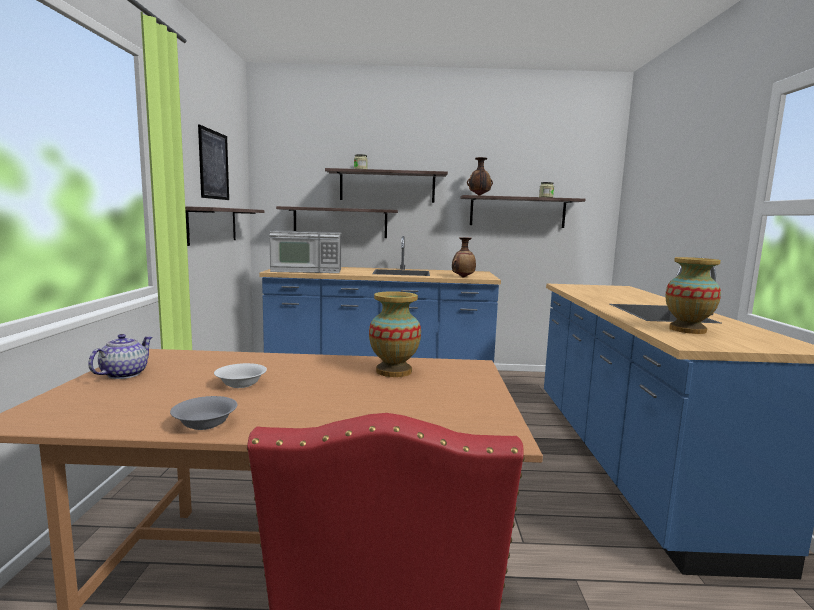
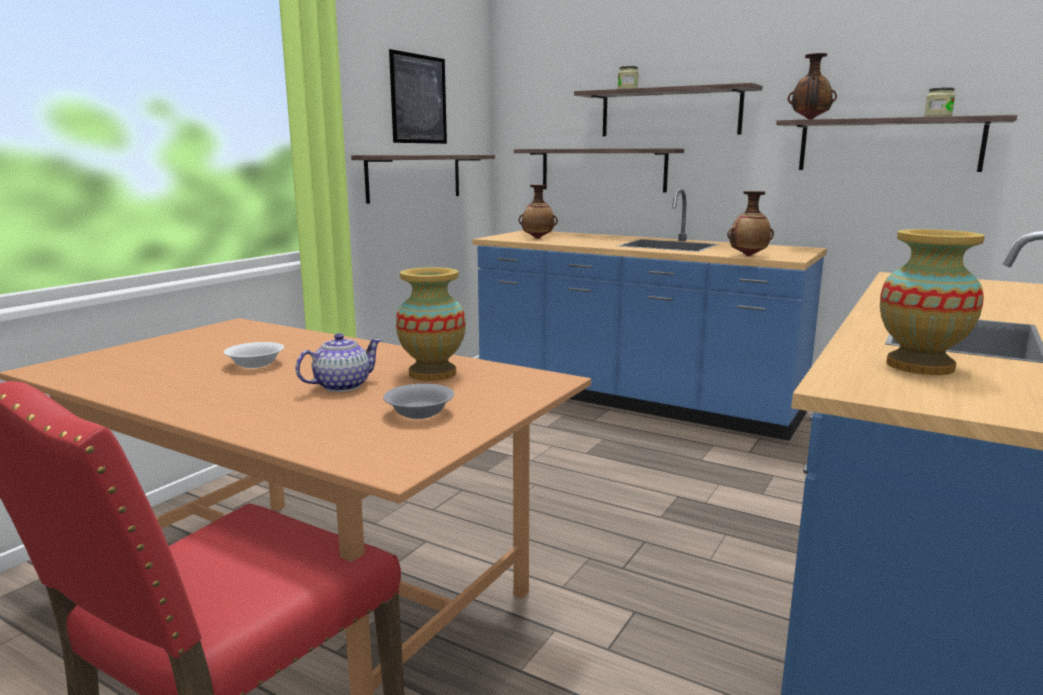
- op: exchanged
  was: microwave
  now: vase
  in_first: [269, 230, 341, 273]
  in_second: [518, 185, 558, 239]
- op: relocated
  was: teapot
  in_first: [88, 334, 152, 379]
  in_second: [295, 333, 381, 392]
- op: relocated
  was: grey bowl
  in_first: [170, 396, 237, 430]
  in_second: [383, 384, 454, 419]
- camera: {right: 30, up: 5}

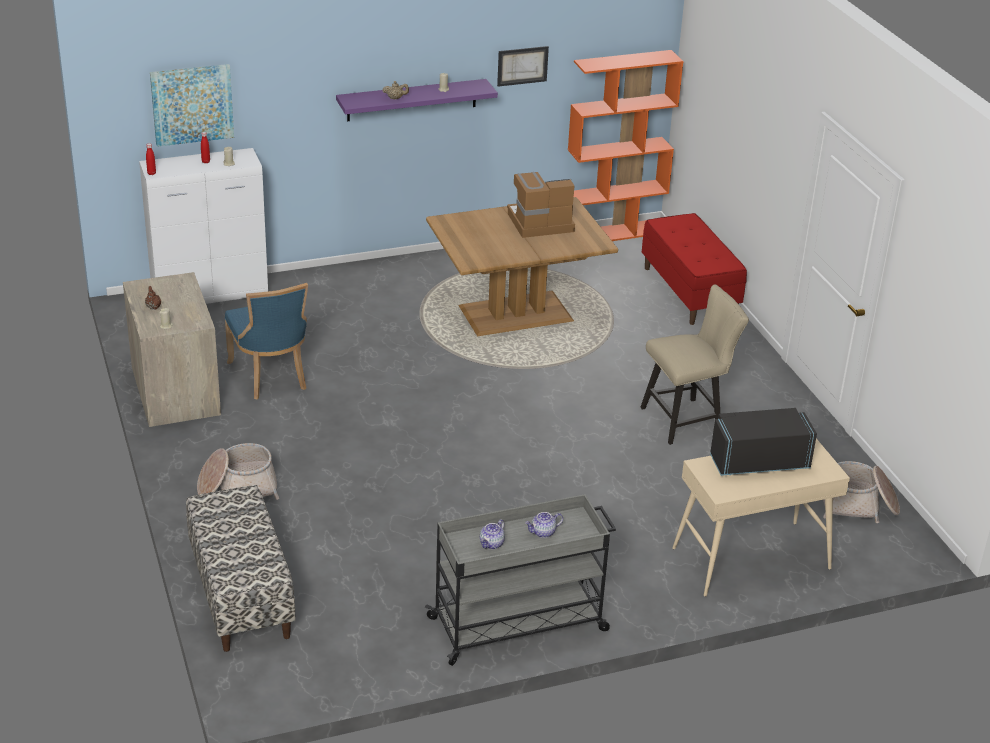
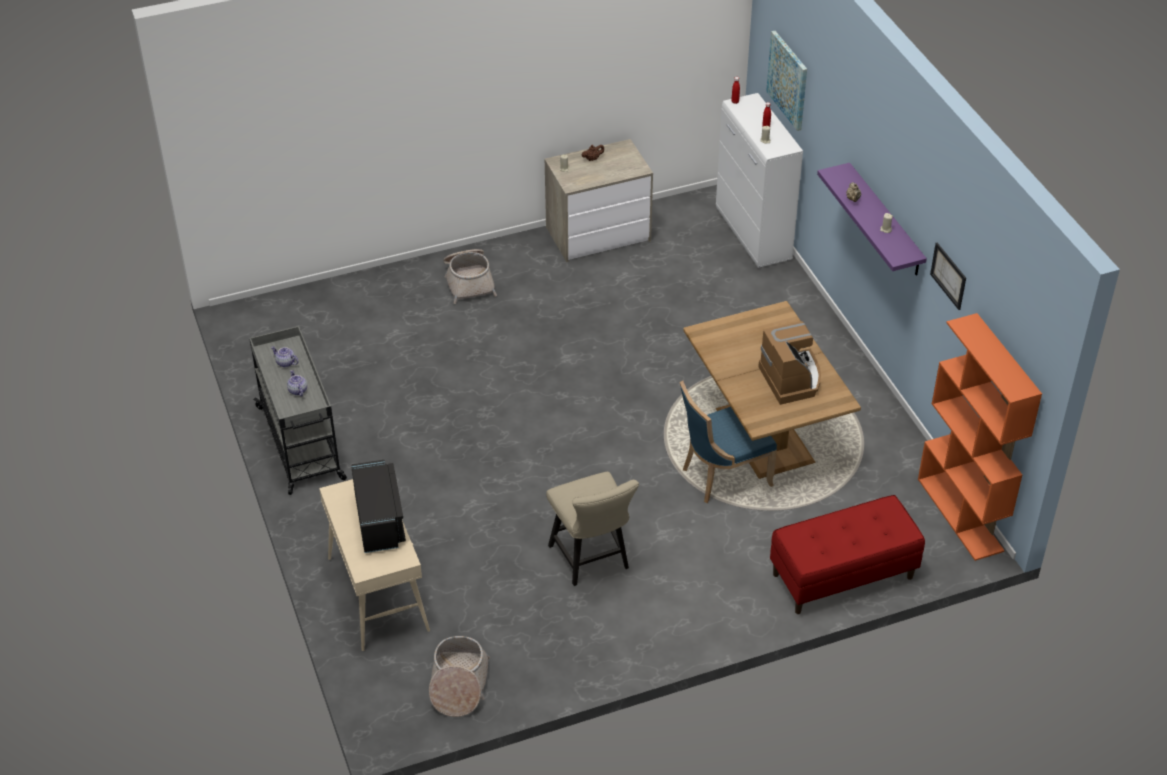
- op: relocated
  was: blue chair
  in_first: [225, 283, 308, 400]
  in_second: [680, 381, 777, 503]
- op: missing
  was: bench
  in_first: [186, 485, 295, 652]
- camera: {right: 90, up: 10}

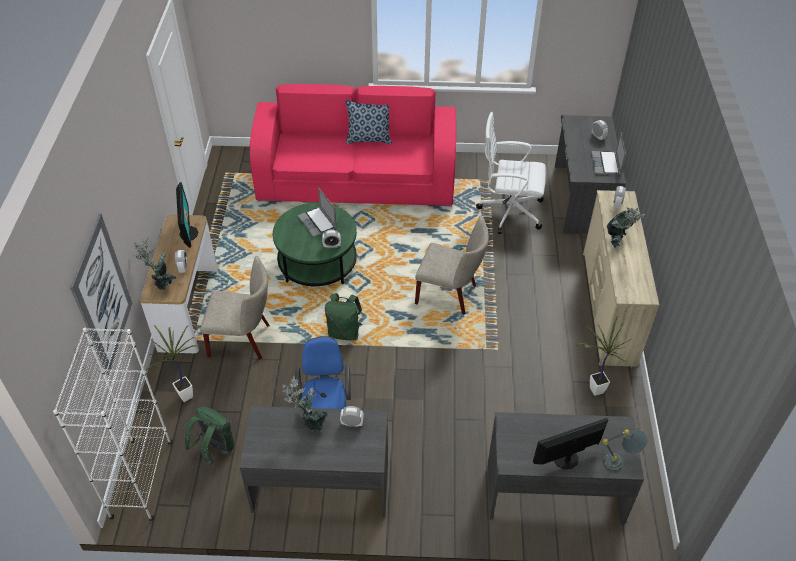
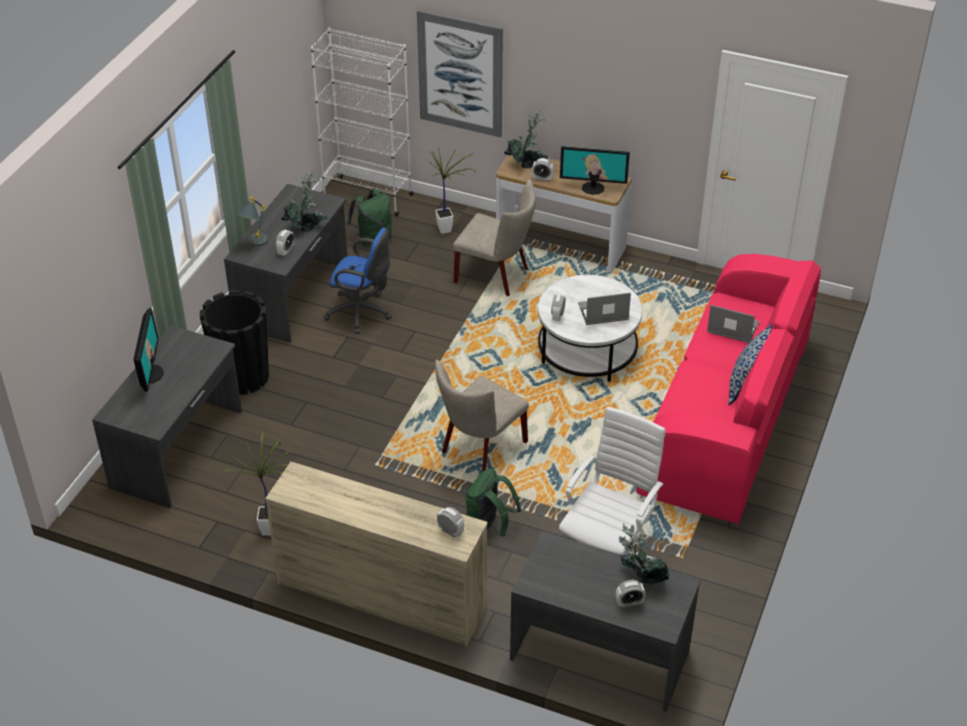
- op: relocated
  was: laptop
  in_first: [591, 133, 626, 175]
  in_second: [707, 305, 759, 343]
- op: colour
  was: green coffee table
  now: white coffee table
  in_first: [273, 203, 357, 286]
  in_second: [538, 275, 643, 382]
- op: relocated
  was: potted plant
  in_first: [606, 207, 646, 248]
  in_second: [618, 523, 669, 585]
- op: spun
  was: beige chair
  in_first: [200, 256, 270, 360]
  in_second: [453, 179, 536, 296]
  clockwise: -90
- op: relocated
  was: green backpack
  in_first: [325, 293, 362, 341]
  in_second: [465, 468, 521, 537]
- op: relocated
  was: grey table lamp
  in_first: [603, 429, 648, 471]
  in_second: [235, 196, 268, 246]
- op: appeared
  now: black planter
  in_second: [200, 290, 269, 395]
- camera: {right: 110, up: -5}

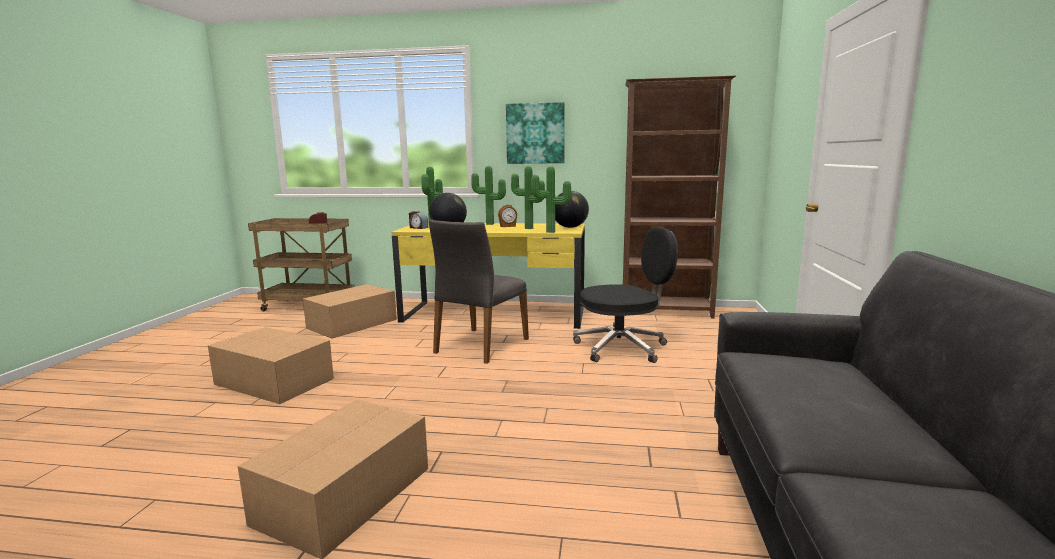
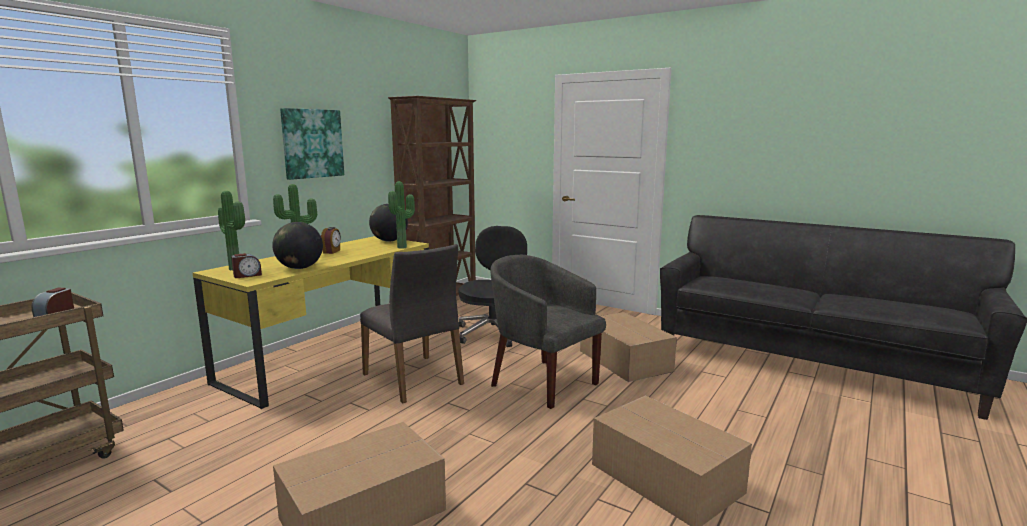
- op: missing
  was: potted plant
  in_first: [511, 166, 545, 229]
- op: relocated
  was: cardboard box
  in_first: [303, 284, 397, 339]
  in_second: [580, 312, 677, 382]
- op: appeared
  now: grey armchair
  in_second: [490, 255, 606, 409]
- camera: {right: -65, up: 0}

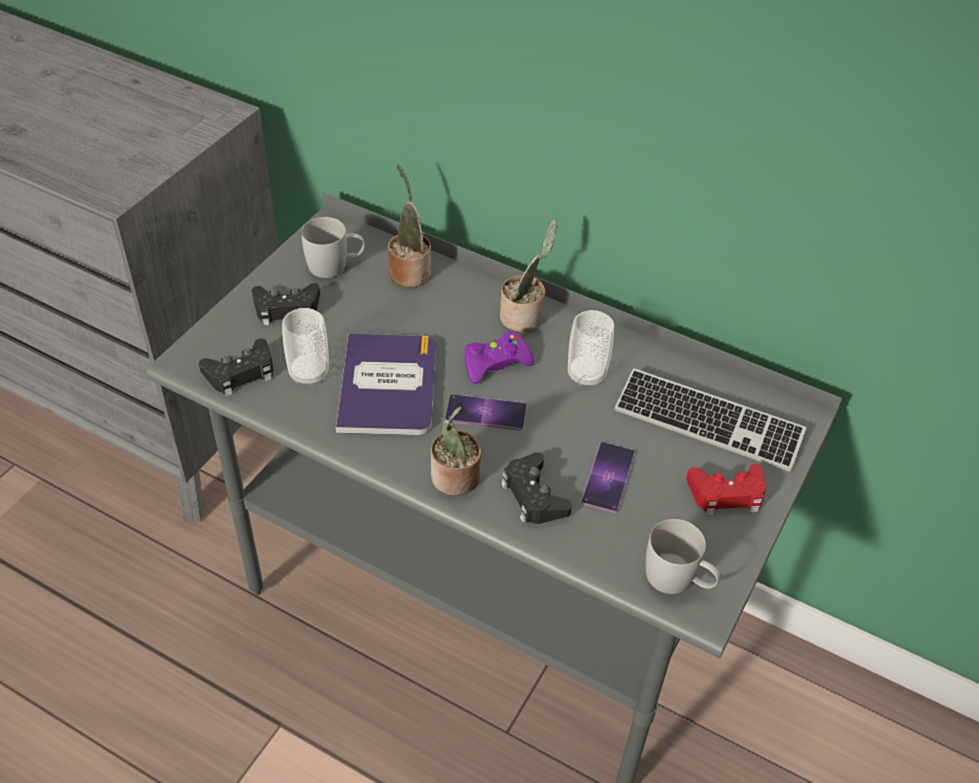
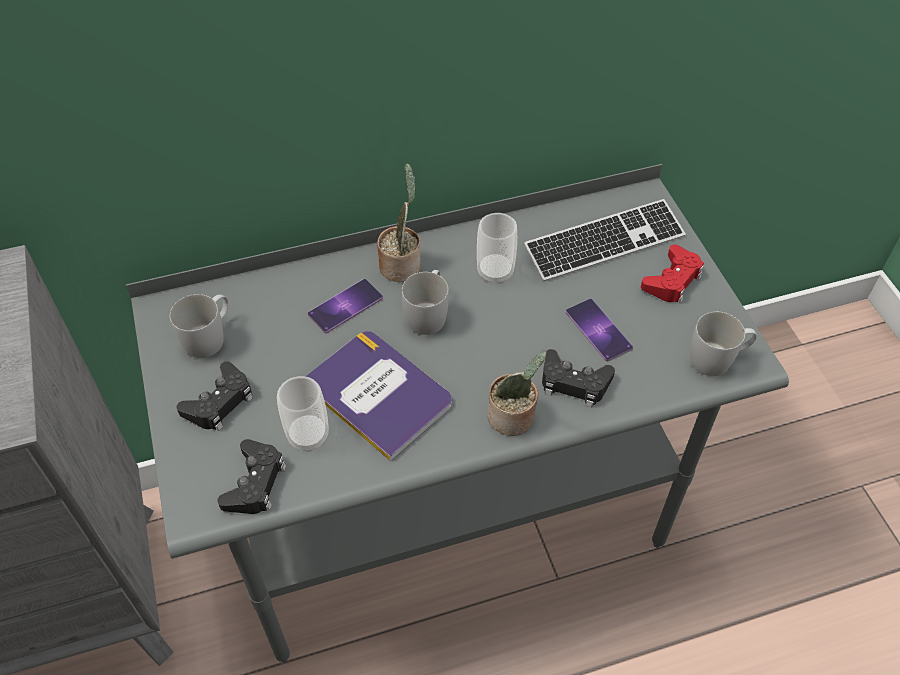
- op: missing
  was: potted plant
  in_first: [388, 164, 431, 287]
- op: exchanged
  was: purple game controller
  now: white mug
  in_first: [465, 331, 535, 384]
  in_second: [402, 270, 449, 335]
- op: relocated
  was: phone
  in_first: [445, 394, 527, 431]
  in_second: [308, 279, 383, 334]
- camera: {right: -45, up: 5}

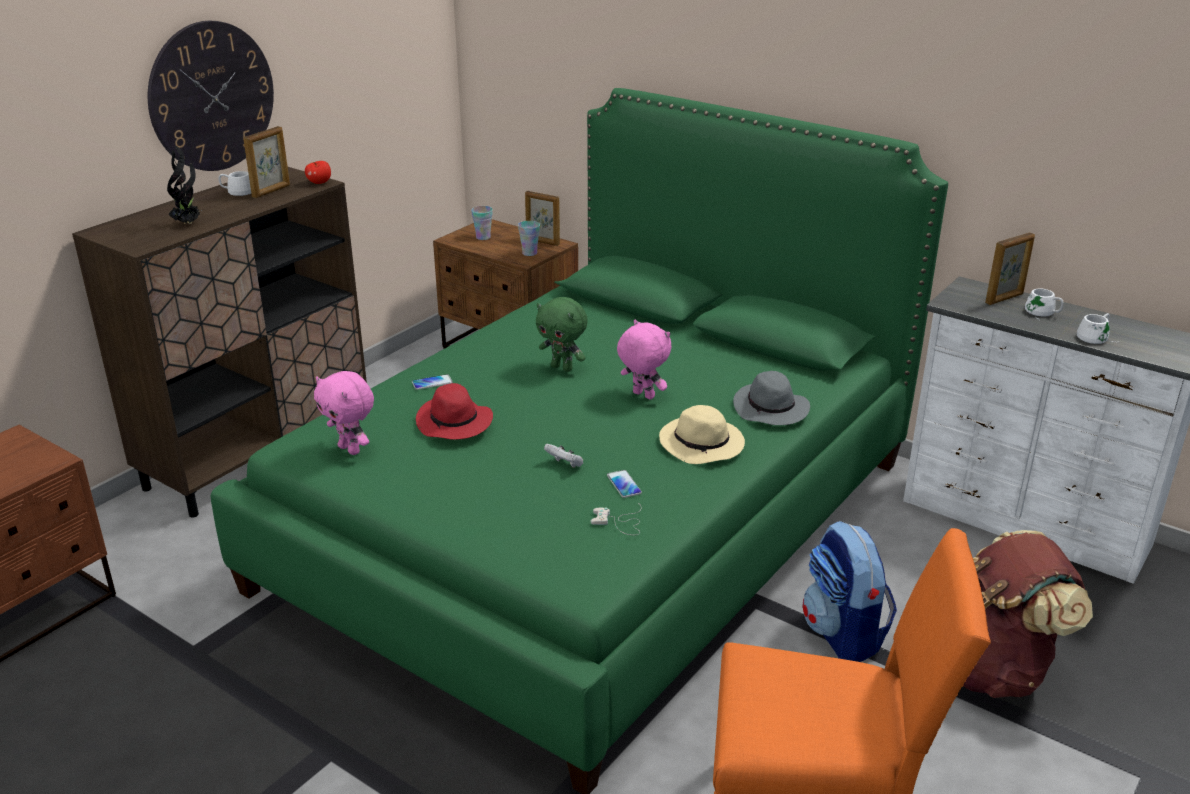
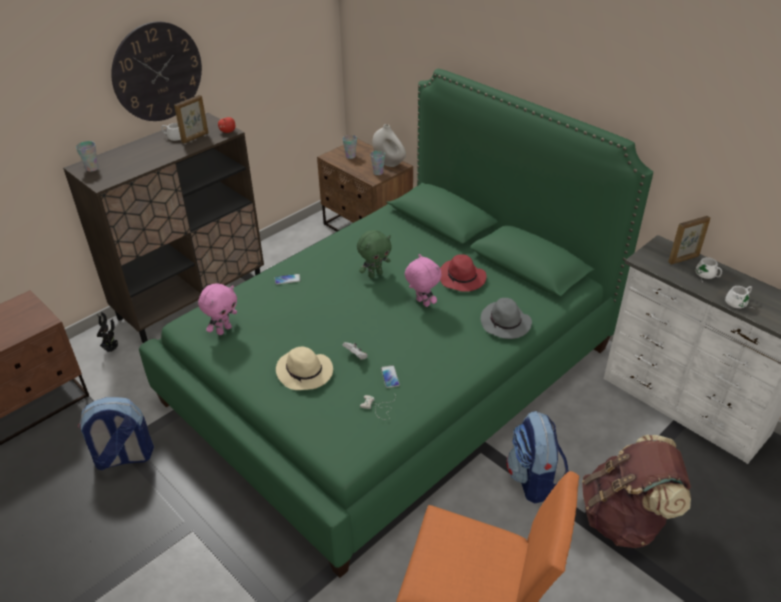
- op: relocated
  was: potted plant
  in_first: [167, 145, 202, 224]
  in_second: [97, 312, 118, 352]
- op: exchanged
  was: picture frame
  now: white vase
  in_first: [525, 191, 560, 246]
  in_second: [372, 124, 406, 167]
- op: spun
  was: green plush toy
  in_first: [536, 297, 588, 372]
  in_second: [357, 230, 392, 278]
  clockwise: -75
- op: spun
  was: pink plush toy
  in_first: [314, 371, 374, 455]
  in_second: [198, 283, 237, 335]
  clockwise: -105
- op: relocated
  was: red hat
  in_first: [416, 383, 493, 440]
  in_second: [440, 254, 487, 292]
- op: relocated
  was: beige hat
  in_first: [659, 405, 745, 464]
  in_second: [276, 347, 333, 390]
- op: appeared
  now: cup
  in_second: [76, 141, 99, 172]
- op: appeared
  now: backpack
  in_second: [78, 397, 154, 470]
- camera: {right: 10, up: 10}

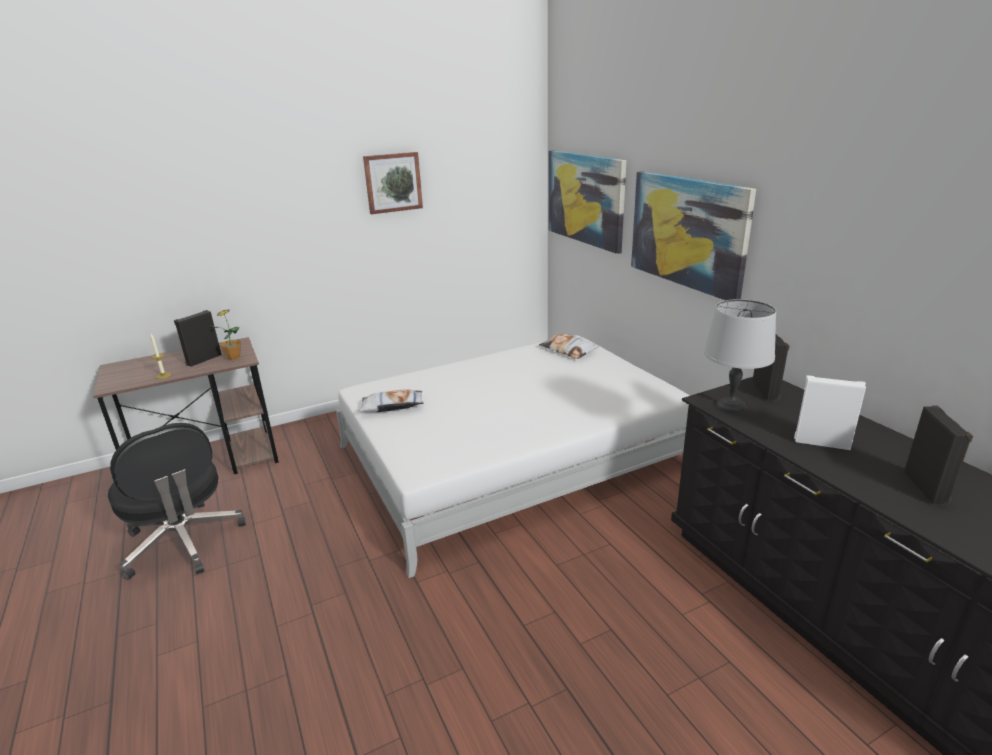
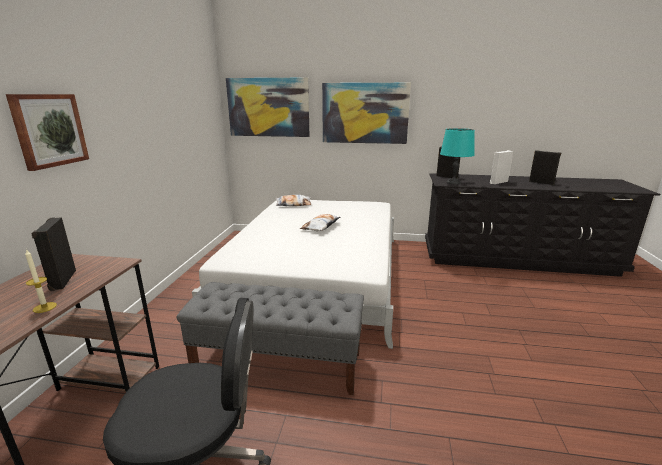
- op: relocated
  was: picture
  in_first: [363, 152, 423, 214]
  in_second: [6, 94, 89, 171]
- op: colour
  was: grey table lamp
  now: turquoise table lamp
  in_first: [704, 299, 776, 413]
  in_second: [440, 128, 475, 185]
- op: missing
  was: potted plant
  in_first: [209, 309, 241, 360]
- op: relocated
  was: pillow
  in_first: [358, 389, 424, 412]
  in_second: [300, 214, 340, 231]
- op: appeared
  now: grey bench
  in_second: [177, 282, 364, 395]
- camera: {right: -55, up: -5}

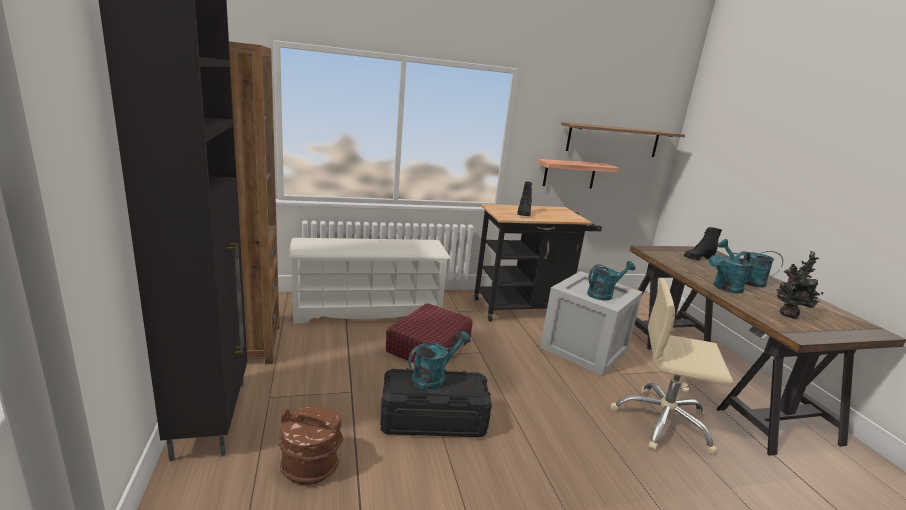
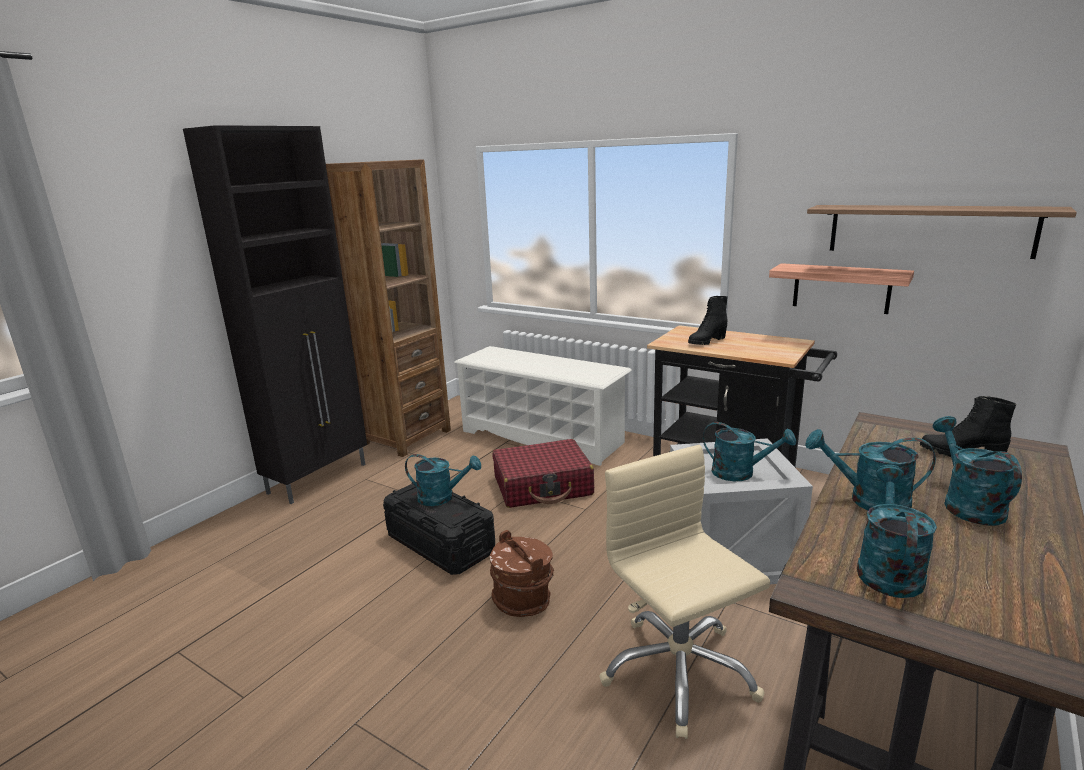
- op: exchanged
  was: potted plant
  now: turquoise watering can
  in_first: [776, 251, 823, 319]
  in_second: [857, 465, 937, 598]
- op: relocated
  was: brown bucket
  in_first: [279, 407, 343, 485]
  in_second: [490, 530, 554, 617]
- camera: {right: 50, up: 0}

